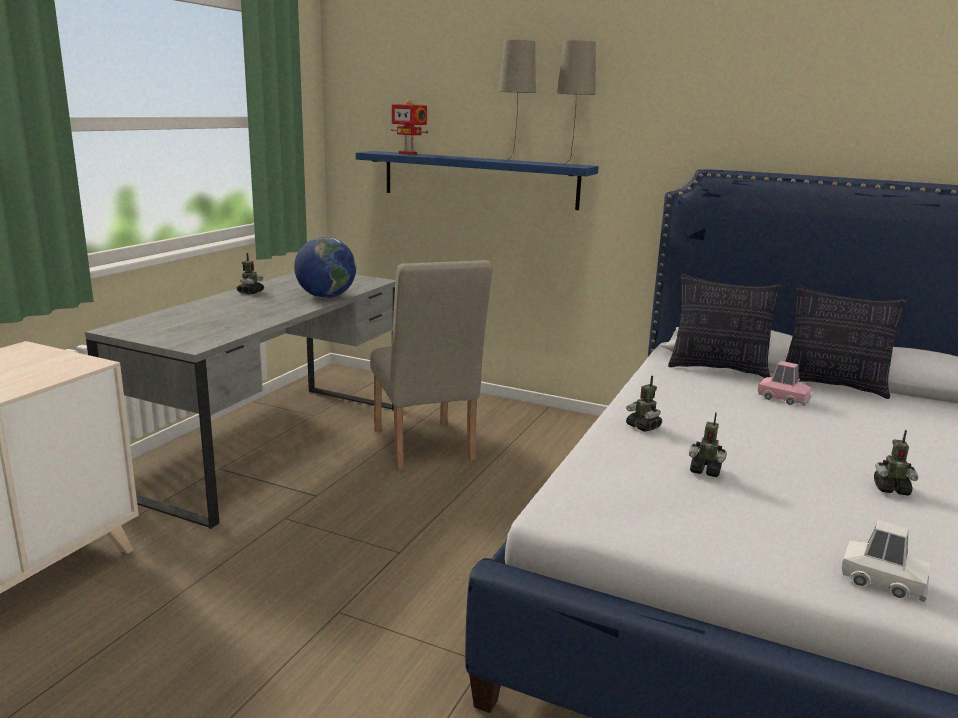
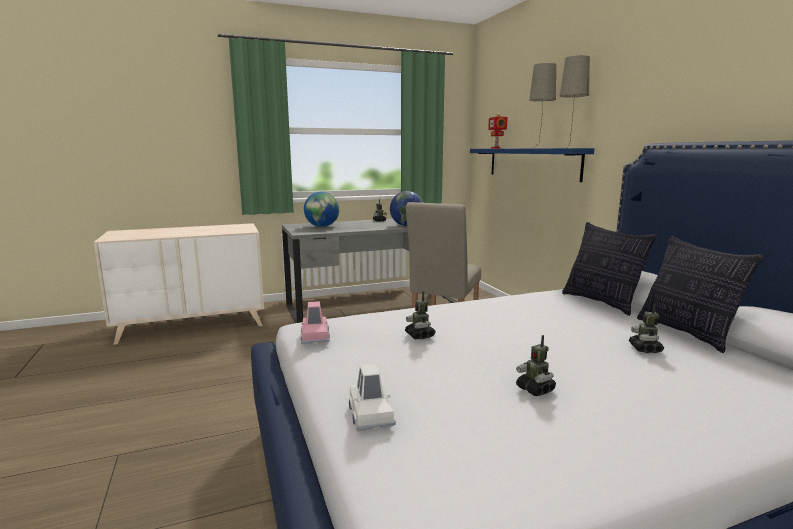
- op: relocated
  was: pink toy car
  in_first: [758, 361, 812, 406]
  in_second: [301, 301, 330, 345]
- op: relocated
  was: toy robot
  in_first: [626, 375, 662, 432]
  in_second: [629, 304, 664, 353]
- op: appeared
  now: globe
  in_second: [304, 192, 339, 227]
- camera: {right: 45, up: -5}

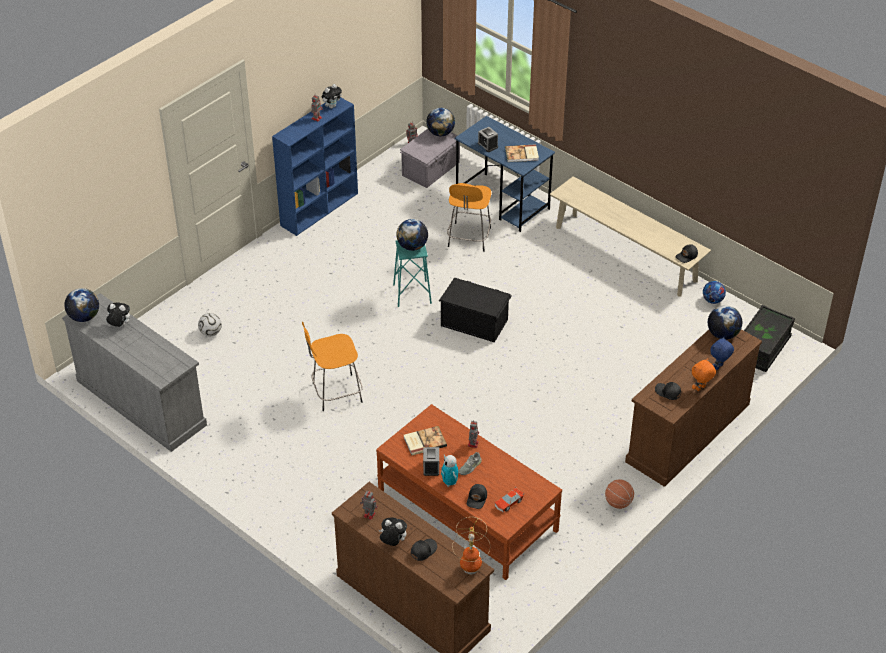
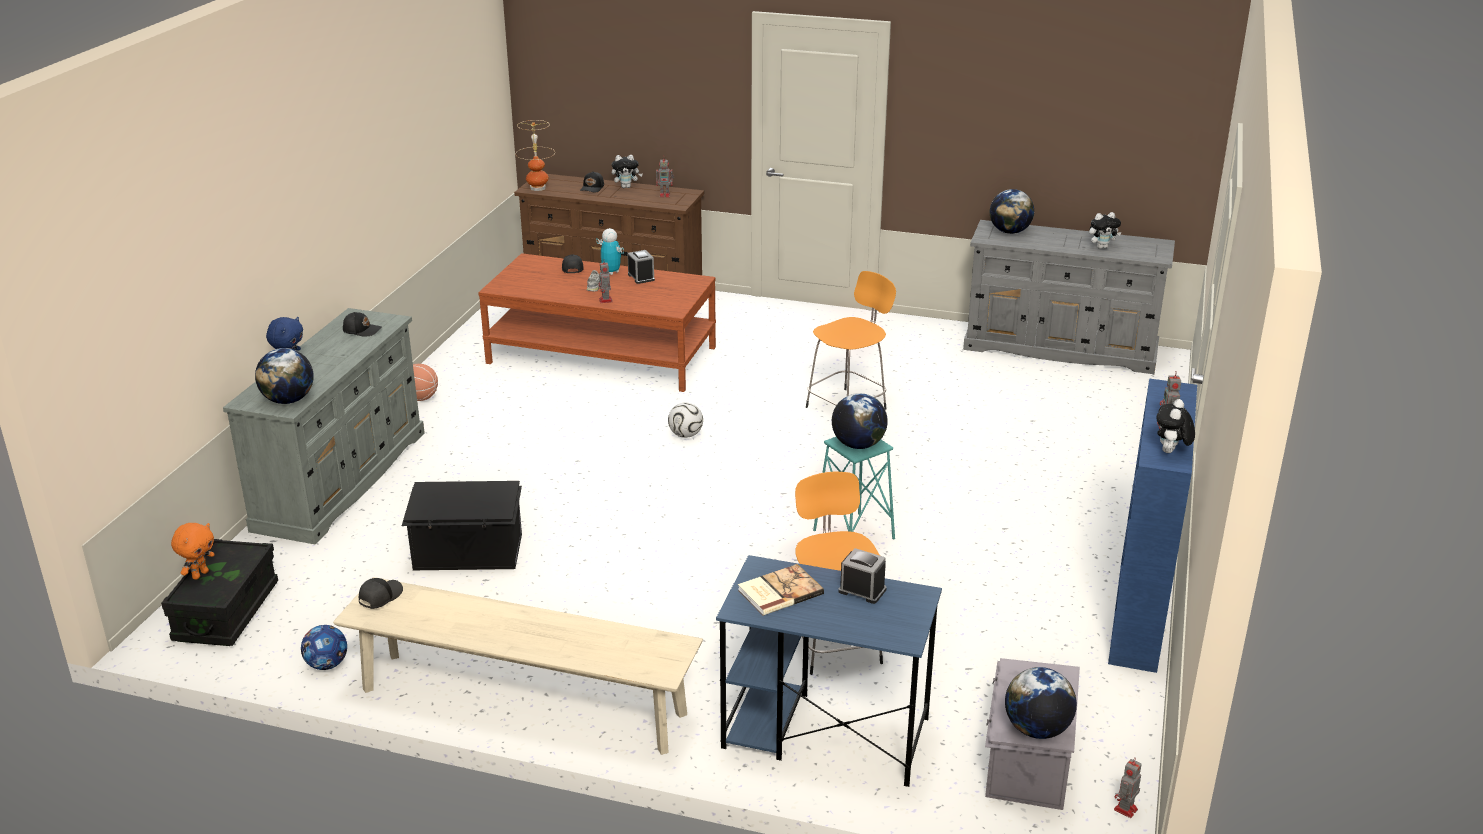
- op: relocated
  was: black storage box
  in_first: [439, 277, 512, 342]
  in_second: [402, 481, 522, 570]
- op: relocated
  was: globe
  in_first: [64, 288, 99, 322]
  in_second: [990, 189, 1034, 234]
- op: relocated
  was: football
  in_first: [198, 313, 222, 336]
  in_second: [668, 402, 703, 438]
- op: colour
  was: brown dresser
  now: grey dresser
  in_first: [625, 329, 762, 487]
  in_second: [223, 308, 425, 545]
- op: relocated
  was: orange plush toy
  in_first: [692, 358, 716, 391]
  in_second: [171, 523, 215, 580]
- op: missing
  was: book
  in_first: [404, 426, 447, 455]
- op: missing
  was: toy car
  in_first: [495, 487, 524, 512]
- camera: {right: 155, up: -15}

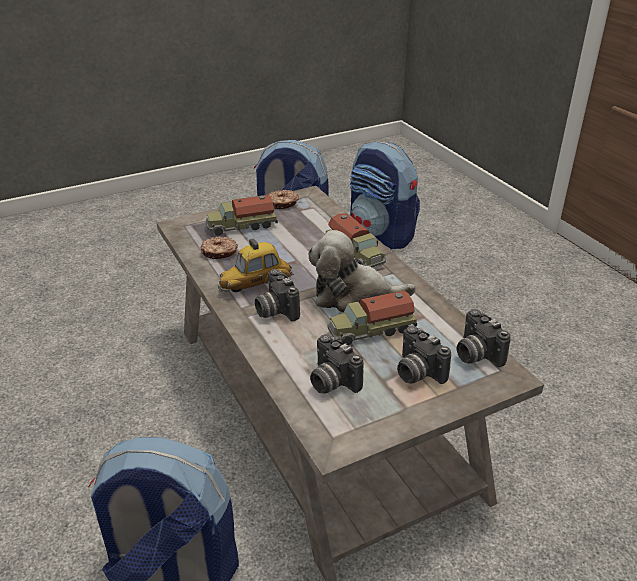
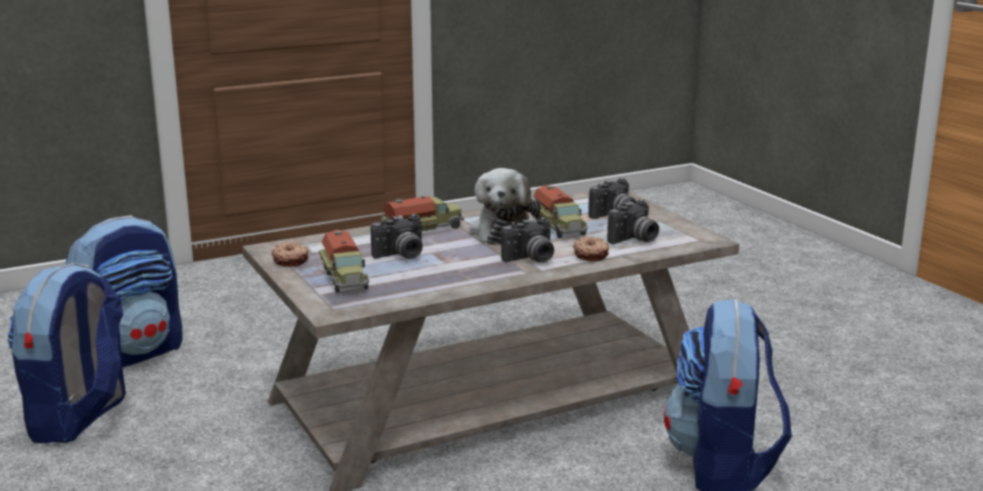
- op: relocated
  was: donut
  in_first: [201, 237, 238, 259]
  in_second: [573, 236, 609, 261]
- op: missing
  was: toy car
  in_first: [218, 239, 294, 292]
- op: relocated
  was: photo camera
  in_first: [457, 309, 511, 367]
  in_second: [371, 214, 423, 259]
- camera: {right: -90, up: -15}

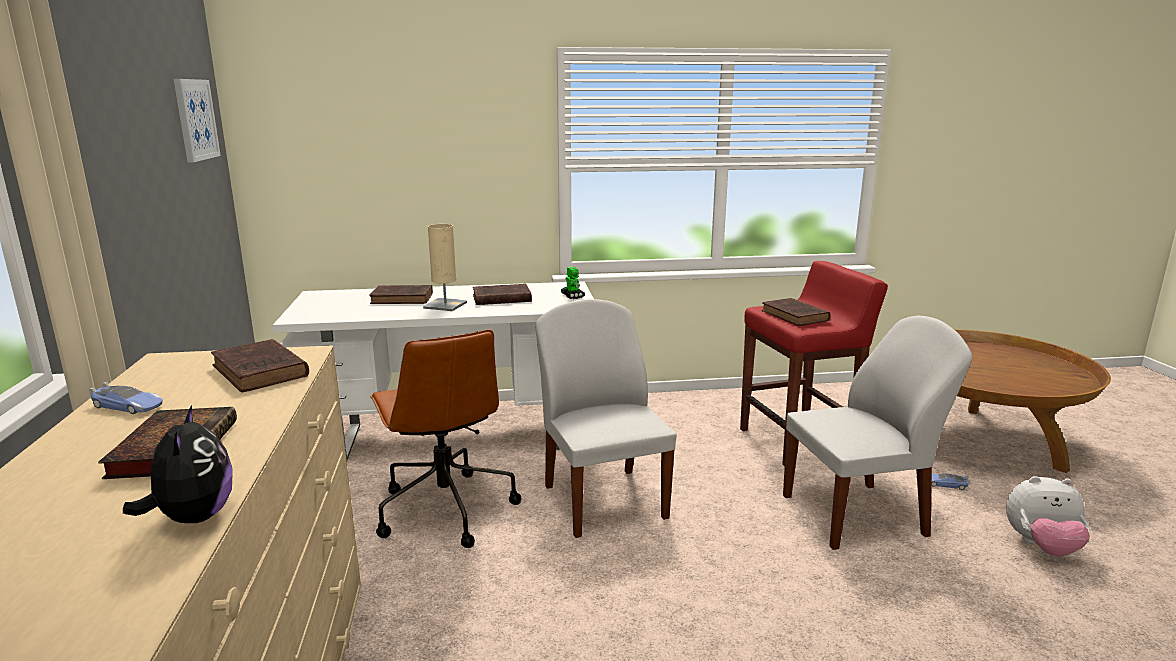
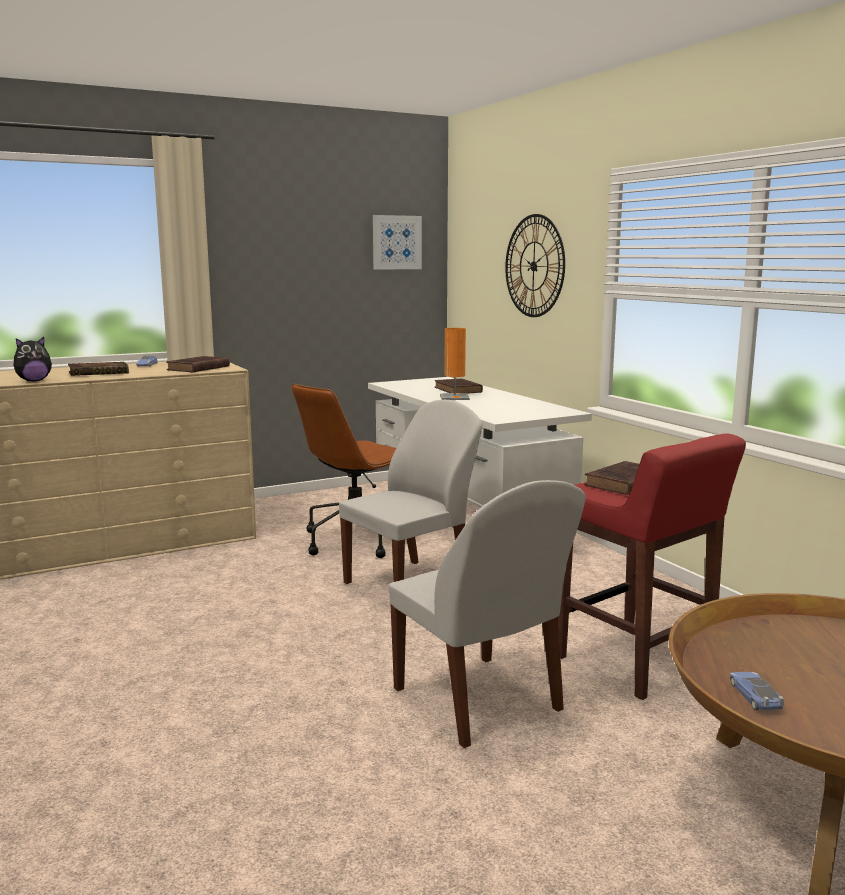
- op: colour
  was: beige table lamp
  now: orange table lamp
  in_first: [423, 224, 467, 311]
  in_second: [440, 328, 470, 400]
- op: missing
  was: toy robot
  in_first: [561, 267, 585, 299]
- op: missing
  was: brown book
  in_first: [473, 284, 532, 305]
- op: relocated
  was: toy car
  in_first: [931, 473, 970, 490]
  in_second: [729, 672, 784, 710]
- op: missing
  was: plush toy
  in_first: [1006, 476, 1090, 556]
- op: appeared
  now: wall clock
  in_second: [505, 214, 565, 317]
- camera: {right: 70, up: -5}

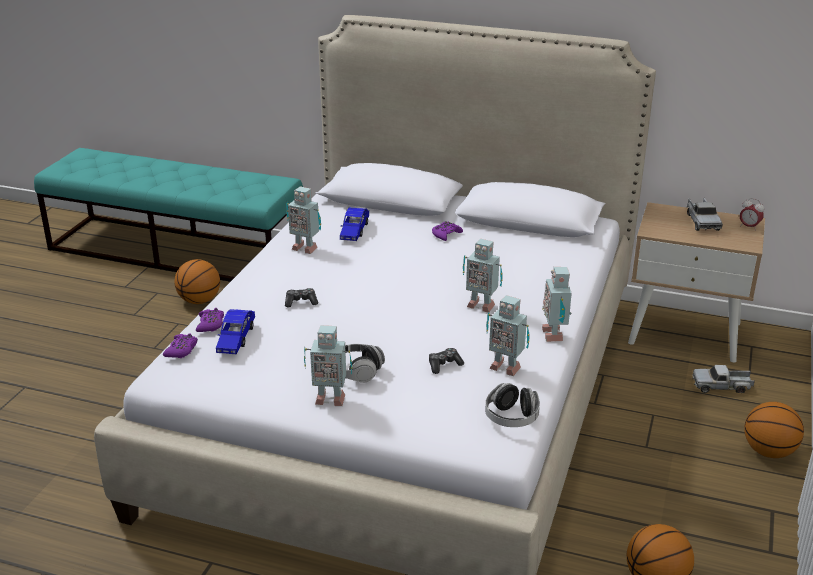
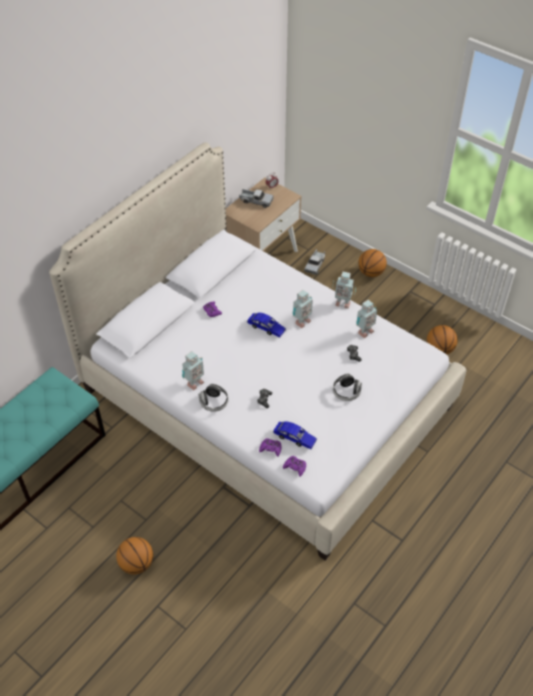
- op: relocated
  was: blue toy car
  in_first: [340, 207, 369, 241]
  in_second: [247, 313, 286, 337]
- op: relocated
  was: basketball
  in_first: [175, 259, 220, 304]
  in_second: [116, 537, 153, 574]
- op: missing
  was: toy robot
  in_first: [304, 325, 352, 406]
- op: relocated
  was: headphones
  in_first: [485, 383, 540, 427]
  in_second: [198, 384, 228, 412]
- camera: {right: -70, up: 20}

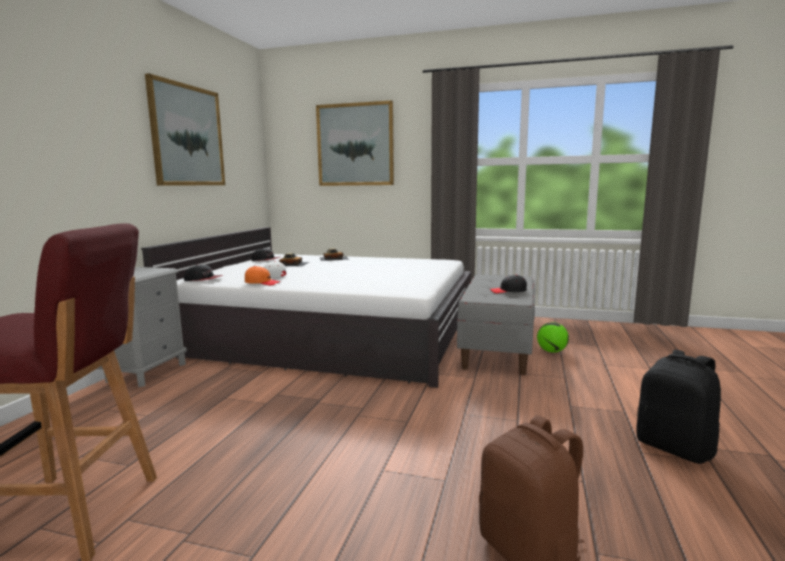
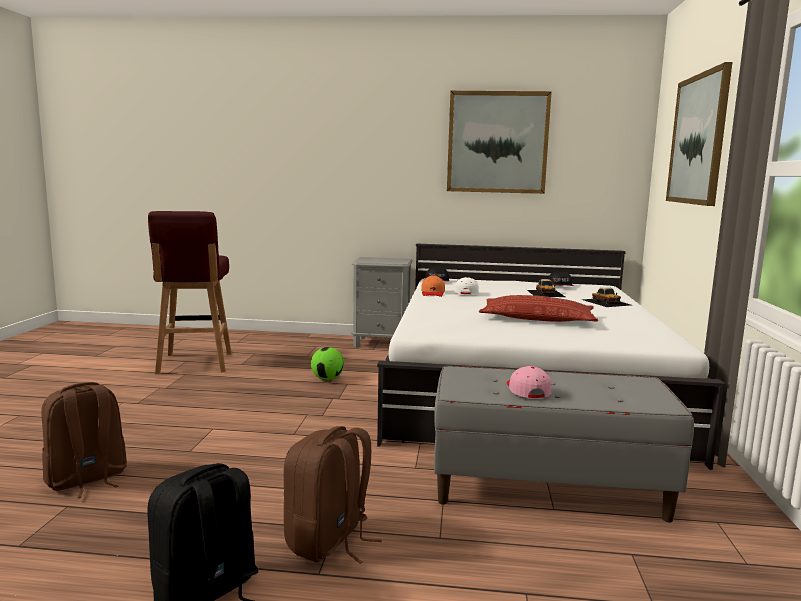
- op: colour
  was: black cap
  now: pink cap
  in_first: [490, 275, 527, 293]
  in_second: [507, 366, 551, 398]
- op: relocated
  was: football
  in_first: [537, 322, 569, 353]
  in_second: [311, 347, 344, 380]
- op: appeared
  now: pillow
  in_second: [479, 295, 598, 322]
- op: appeared
  now: brown backpack
  in_second: [284, 426, 382, 564]
- camera: {right: 80, up: 0}

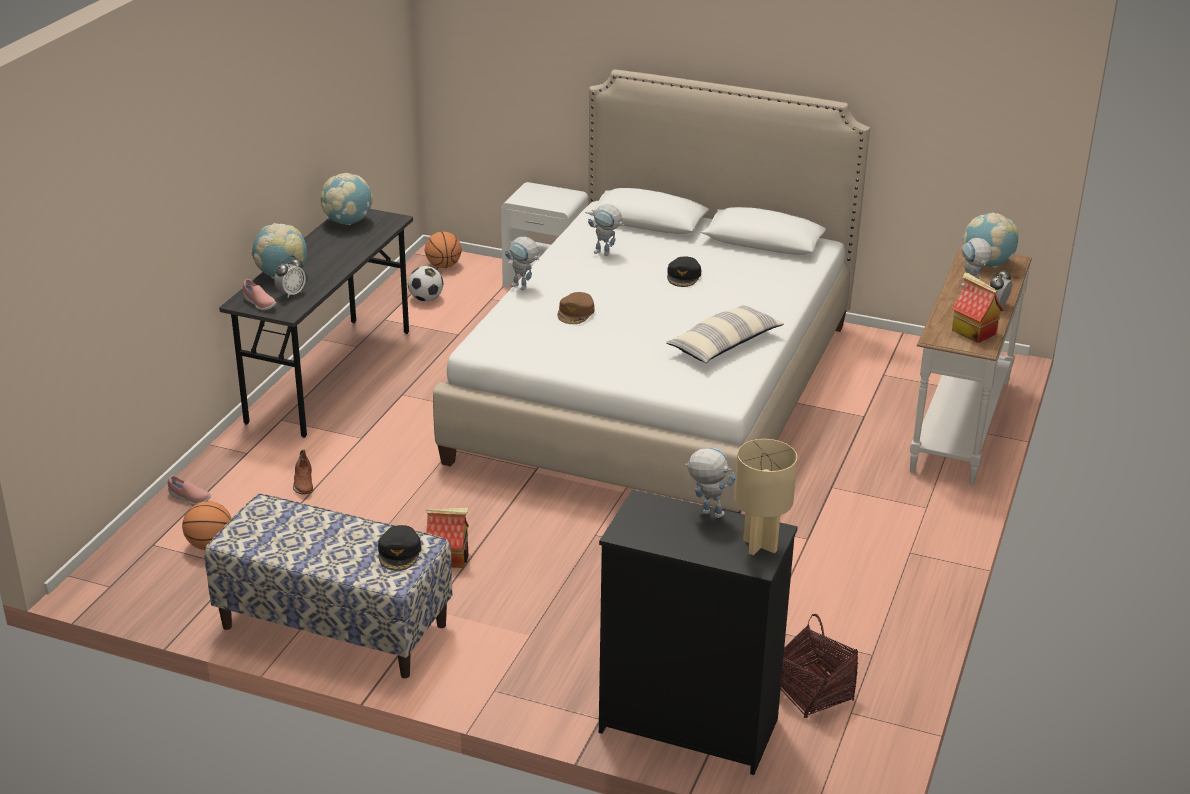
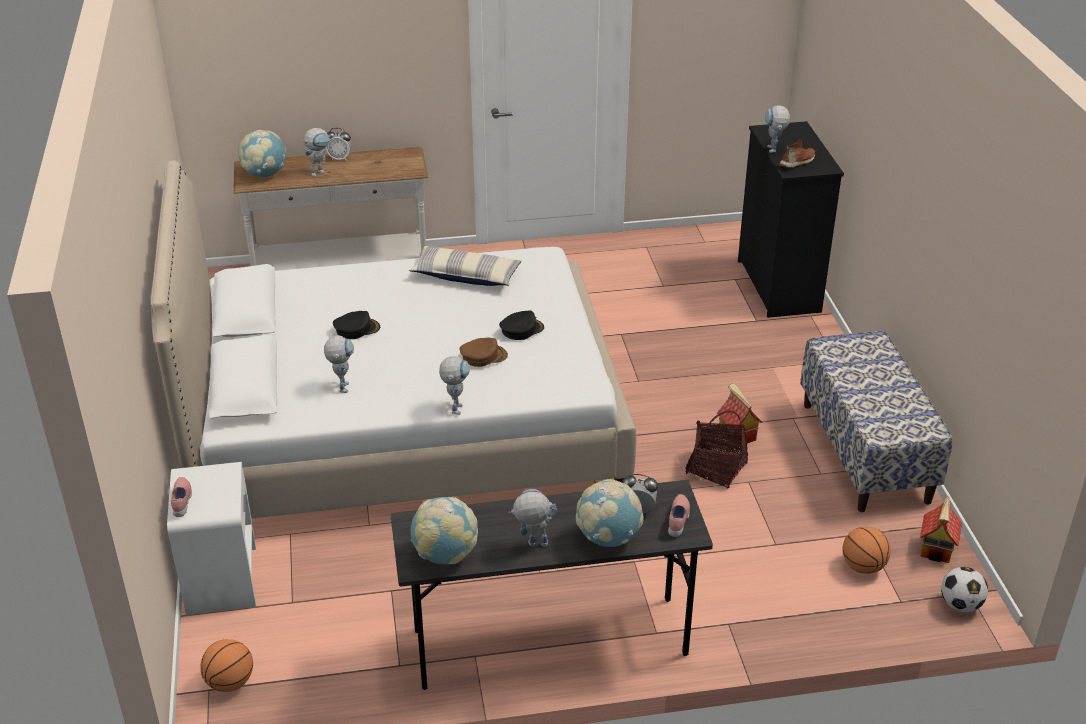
- op: relocated
  was: football
  in_first: [408, 266, 443, 301]
  in_second: [941, 567, 988, 612]
- op: relocated
  was: toy house
  in_first: [952, 273, 1004, 343]
  in_second: [920, 496, 962, 563]
- op: missing
  was: beige table lamp
  in_first: [734, 439, 797, 555]
- op: relocated
  was: brown shoe
  in_first: [293, 449, 313, 495]
  in_second: [779, 140, 815, 168]
- op: relocated
  was: pink shoe
  in_first: [168, 475, 211, 505]
  in_second: [171, 477, 192, 517]
- op: relocated
  was: black cap
  in_first: [378, 525, 421, 571]
  in_second: [499, 310, 544, 340]
- op: relocated
  was: basket
  in_first: [781, 614, 858, 718]
  in_second: [686, 410, 748, 489]
- op: appeared
  now: toy robot
  in_second: [509, 489, 557, 547]
- camera: {right: -120, up: 5}

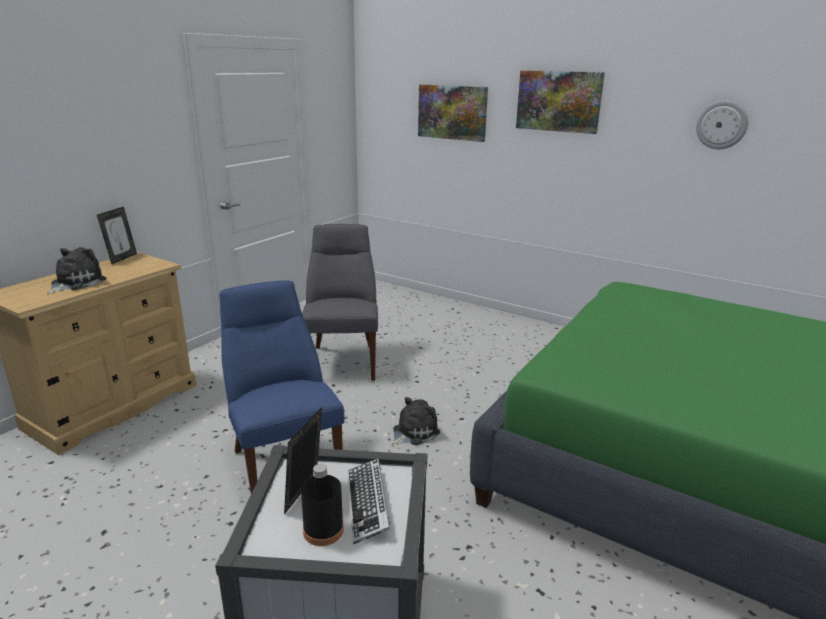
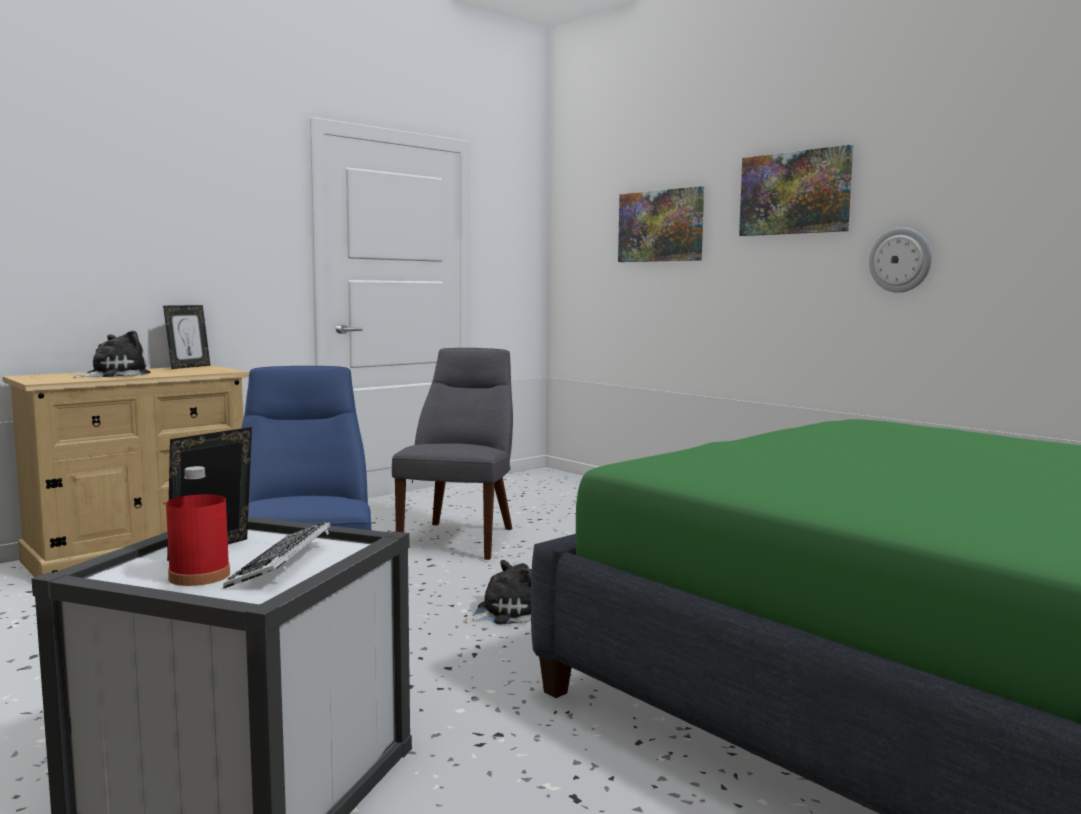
- op: relocated
  was: wall clock
  in_first: [696, 100, 748, 149]
  in_second: [869, 227, 932, 293]
- op: colour
  was: black bottle
  now: red bottle
  in_first: [301, 464, 344, 546]
  in_second: [166, 466, 230, 586]
- camera: {right: 15, up: -15}

